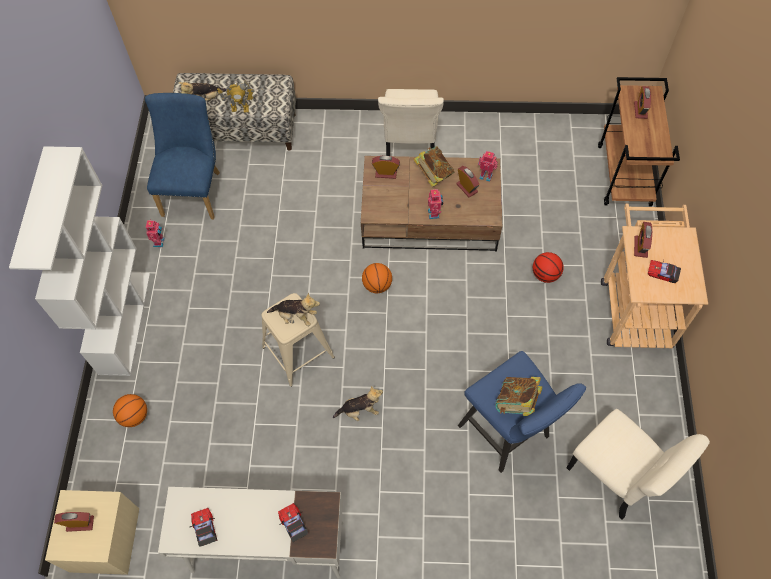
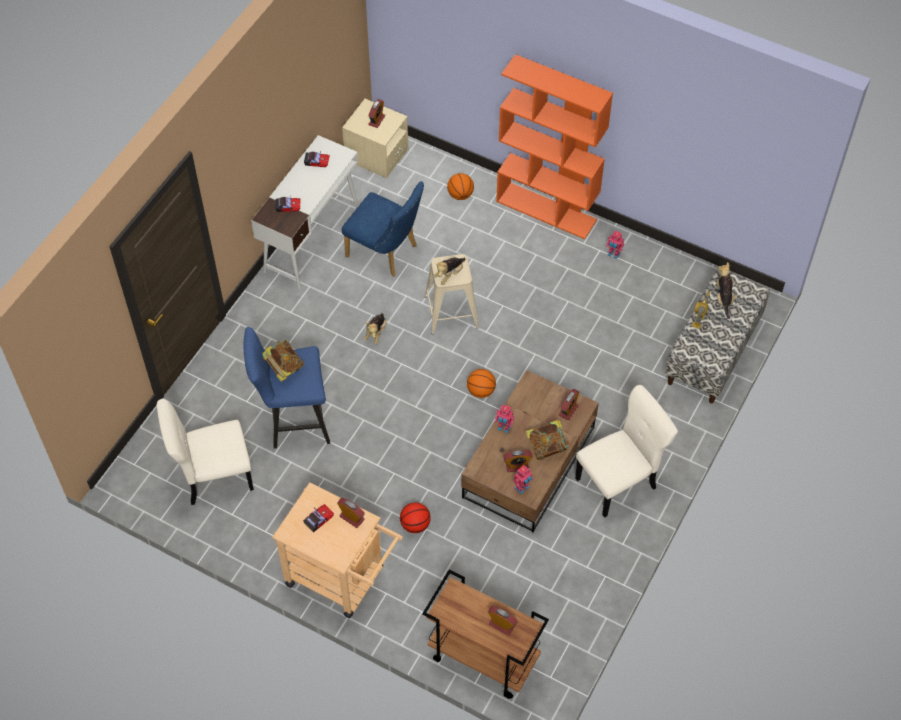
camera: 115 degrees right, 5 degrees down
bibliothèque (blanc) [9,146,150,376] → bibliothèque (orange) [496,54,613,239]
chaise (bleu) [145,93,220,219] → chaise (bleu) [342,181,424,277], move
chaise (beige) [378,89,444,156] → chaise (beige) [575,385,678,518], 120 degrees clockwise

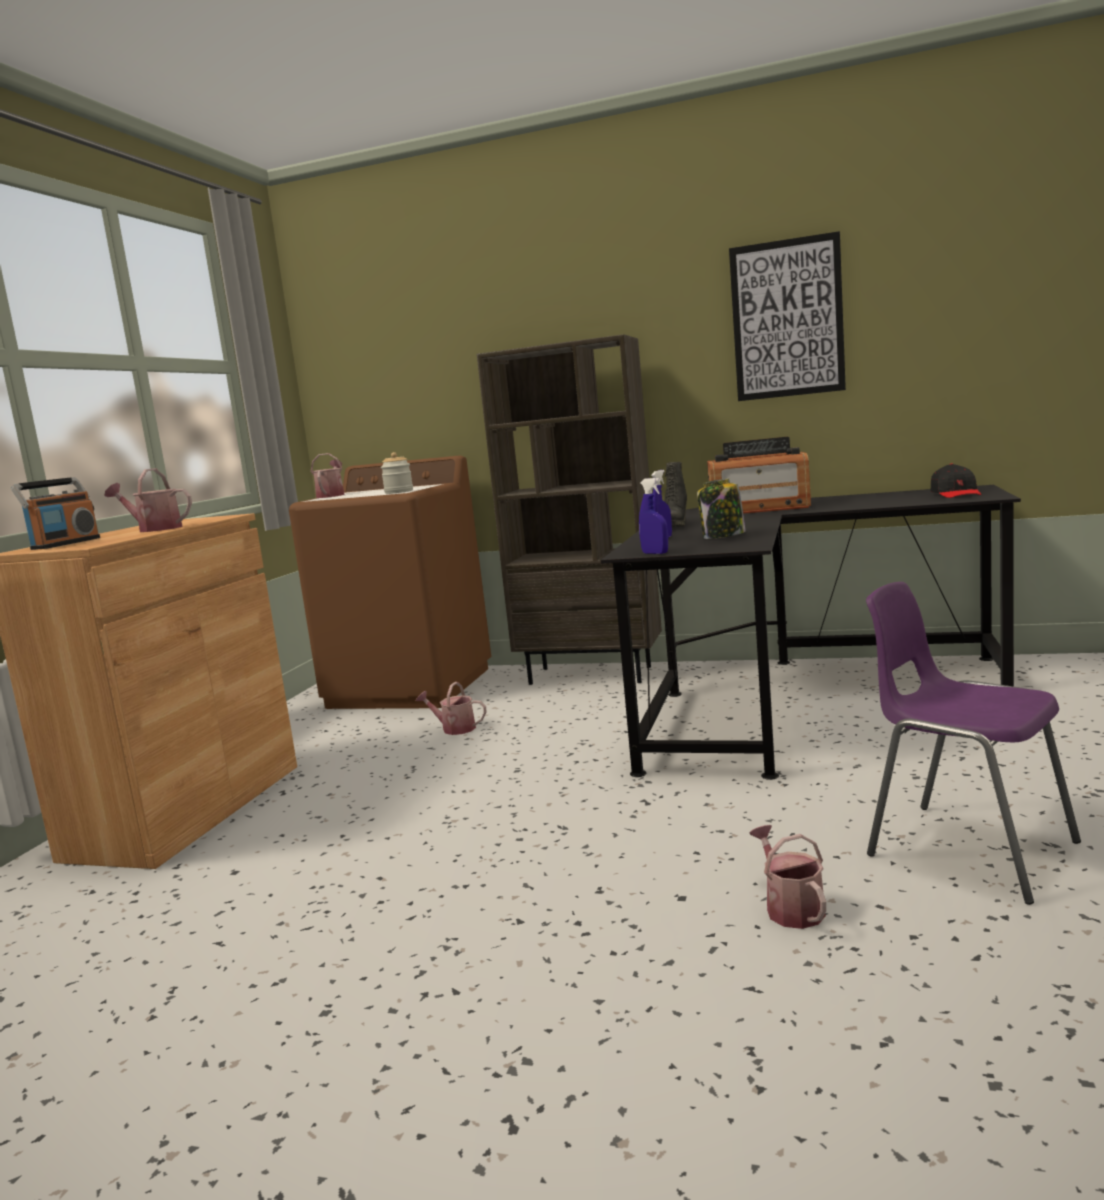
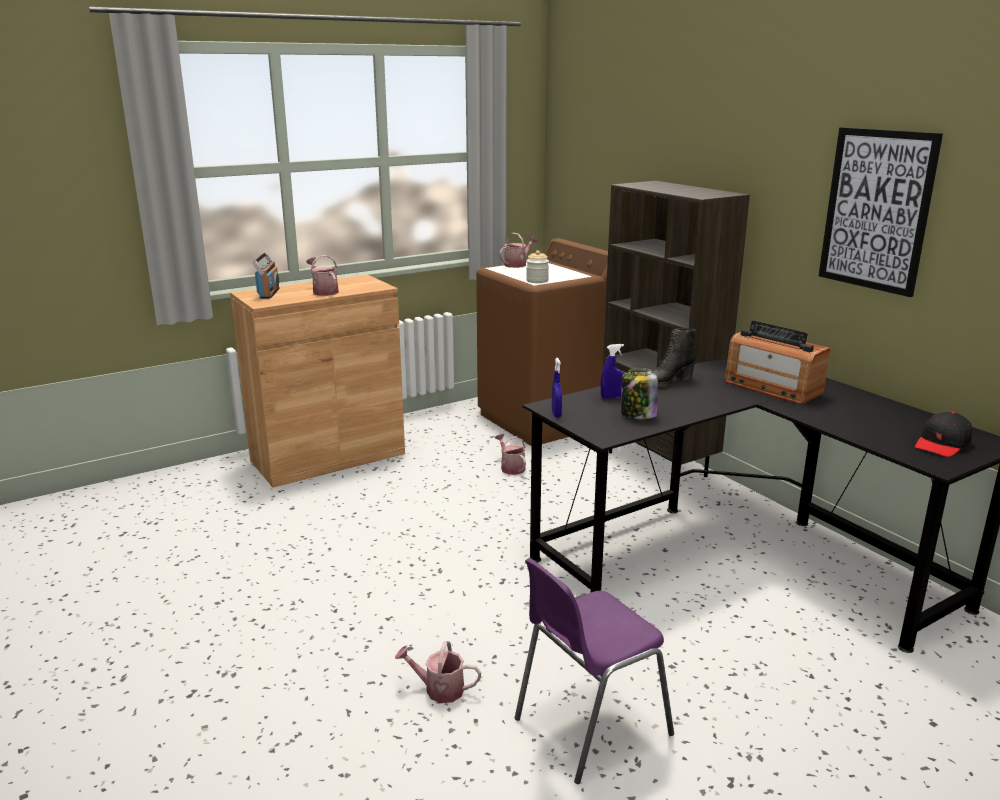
camera: 40 degrees right, 10 degrees up
radio [11,477,100,550] → radio [253,252,280,299], 60 degrees counterclockwise
arrosoir [749,825,826,929] → arrosoir [395,641,481,703], 105 degrees counterclockwise
chaise (violet) [866,582,1081,905] → chaise (violet) [515,558,674,784], 120 degrees counterclockwise

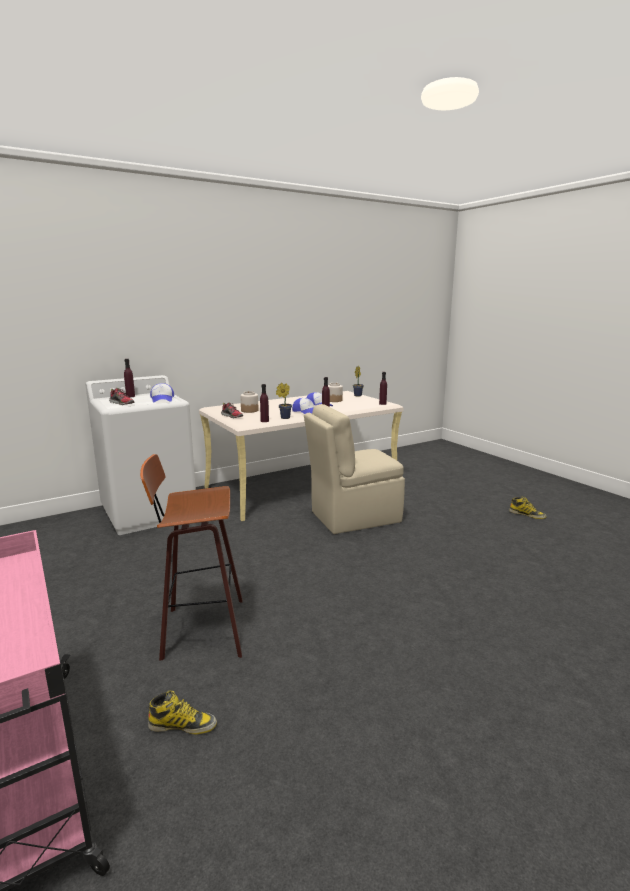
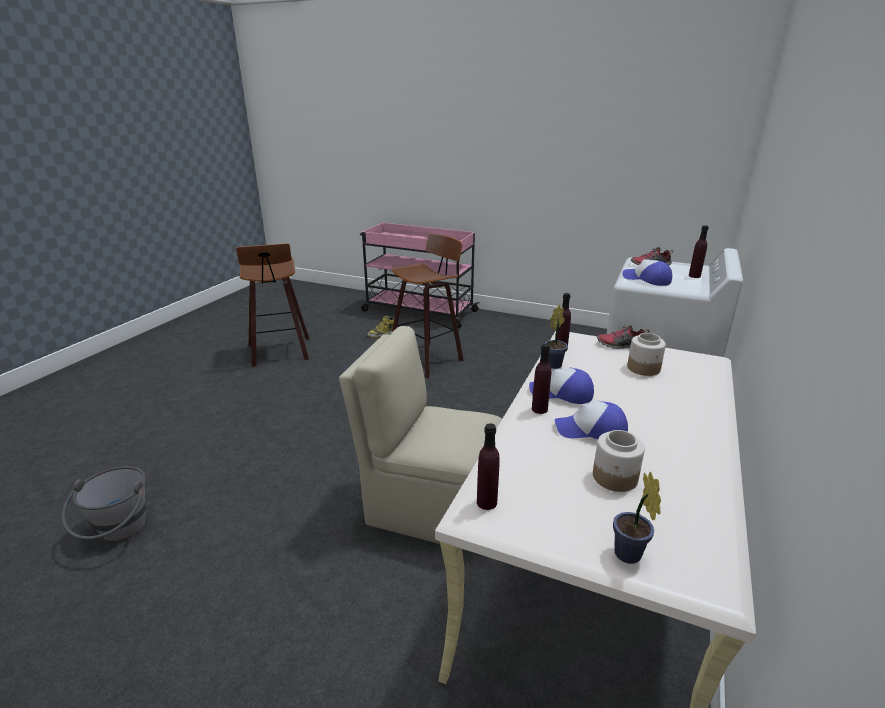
camera: 145 degrees right, 10 degrees up
chaise (beige) [304,404,405,534] → chaise (beige) [339,326,502,552], 105 degrees counterclockwise
botte [509,496,547,519] → -
- → seau (gris) [61,466,146,542]
- → tabouret [236,243,309,367]

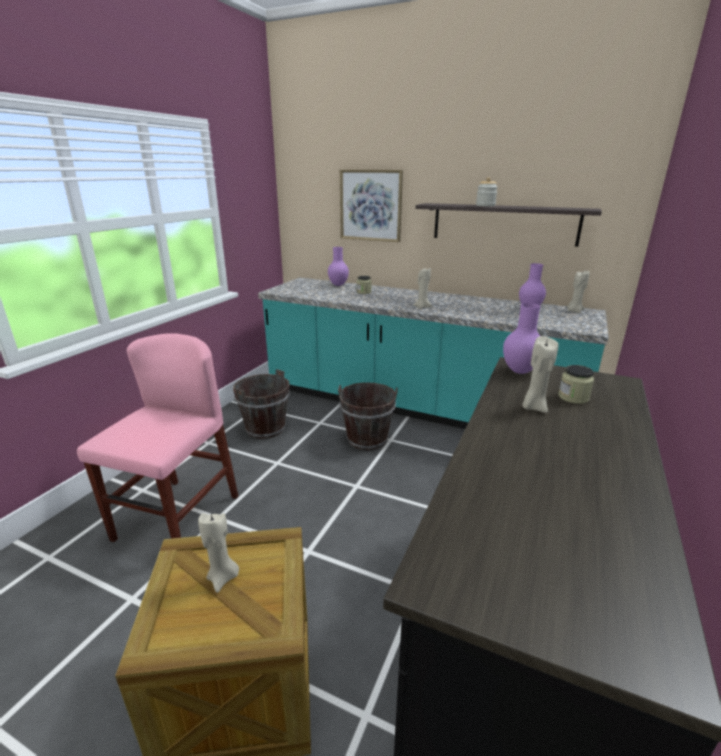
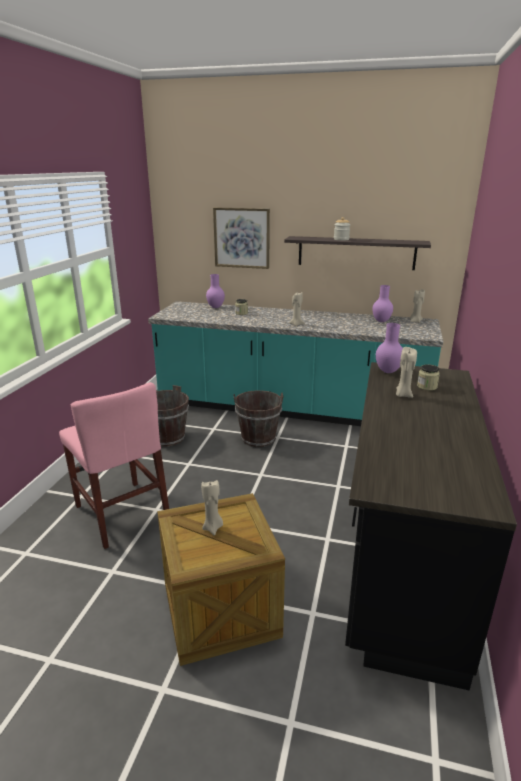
camera: 10 degrees left, 0 degrees up
chaise (rose) [77,333,238,542] → chaise (rose) [59,382,169,549], 135 degrees clockwise

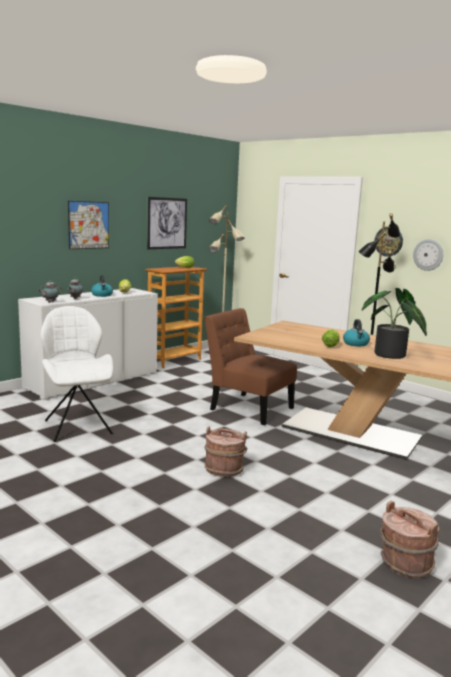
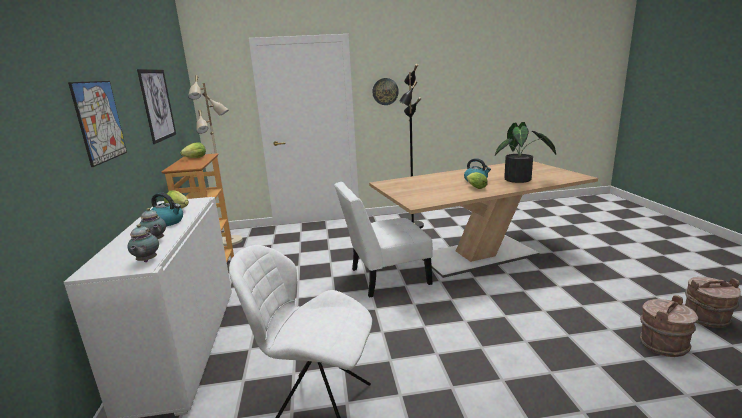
camera: 50 degrees left, 5 degrees up
chaise (marron) [204,308,297,425] → chaise (blanc) [334,182,433,298]
seau (marron) [204,426,247,477] → seau (marron) [640,295,698,357], move
horloge murale [413,239,443,271] → -

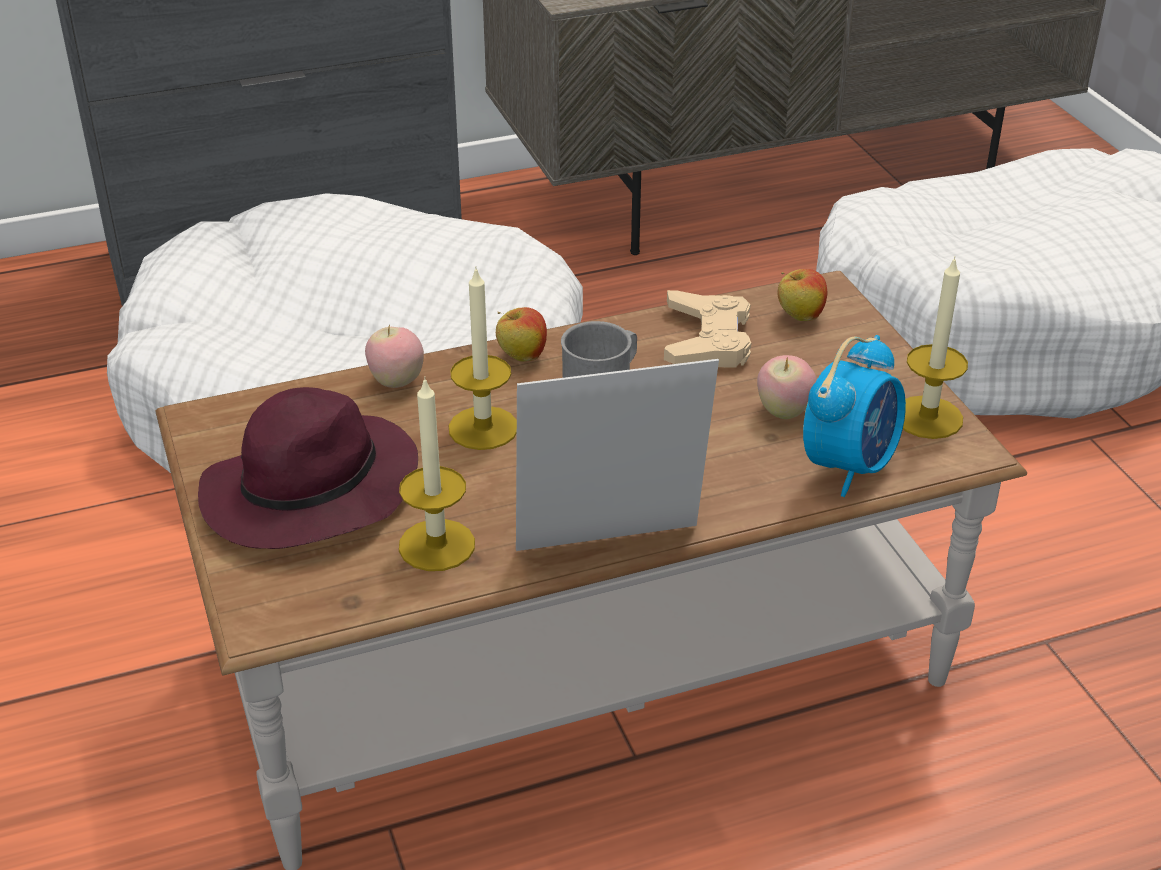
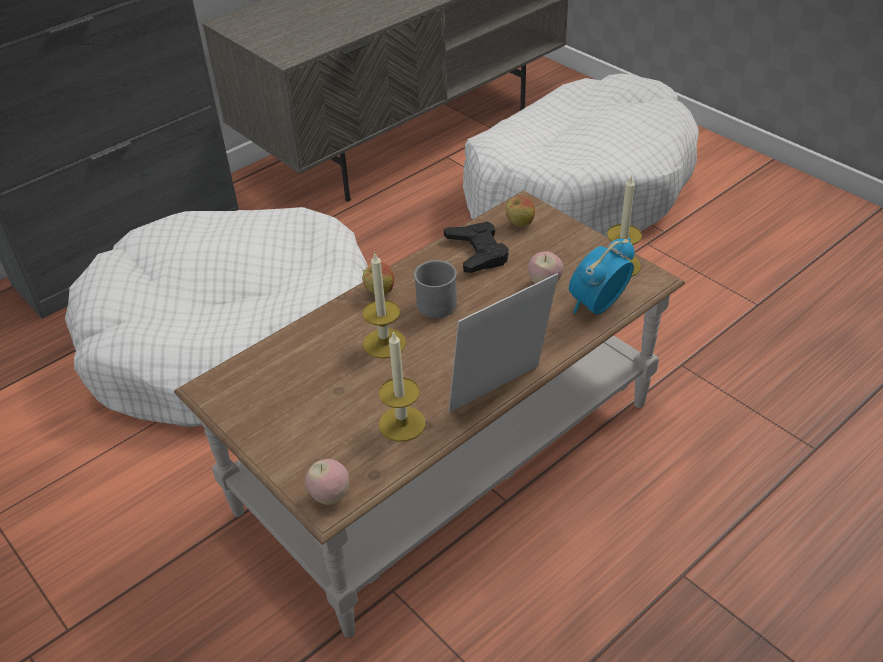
camera: 20 degrees left, 5 degrees up
chapeau (violet) [198,387,418,549] → -
pomme [365,325,424,388] → pomme [305,459,349,505], move
manette (beige) [664,290,751,368] → manette (noir) [444,222,509,273]
réveil [803,335,906,497] → réveil [569,238,635,315], 150 degrees counterclockwise

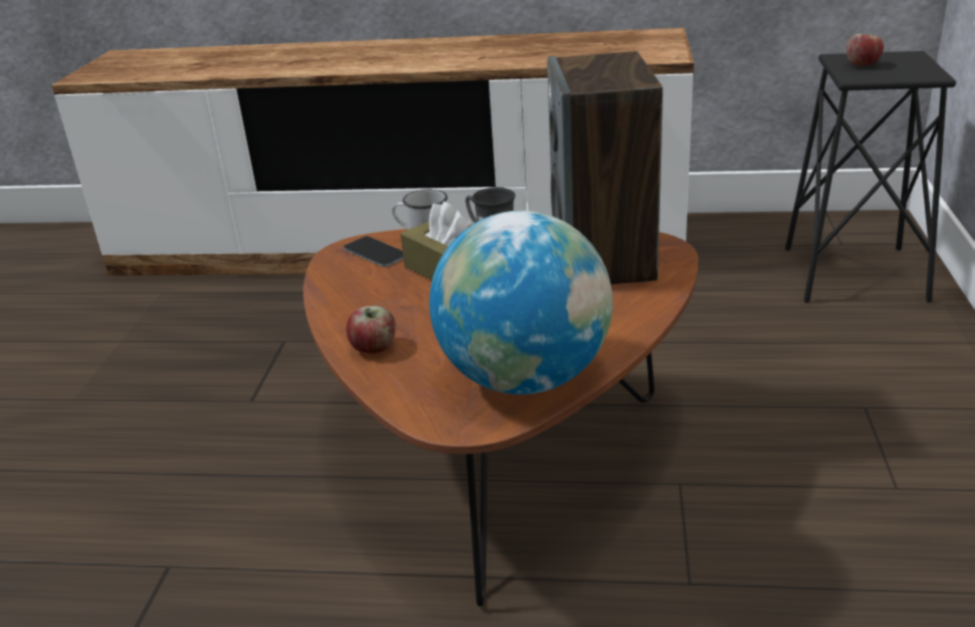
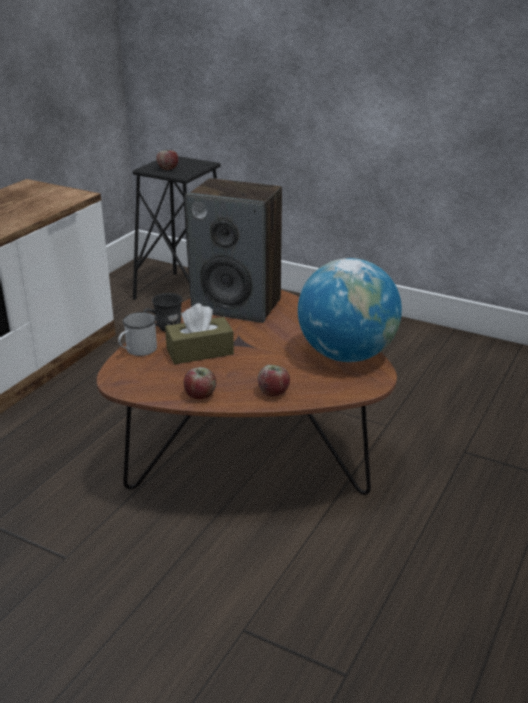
camera: 70 degrees left, 0 degrees up
téléphone [343,236,403,267] → -
- → pomme [184,367,216,399]

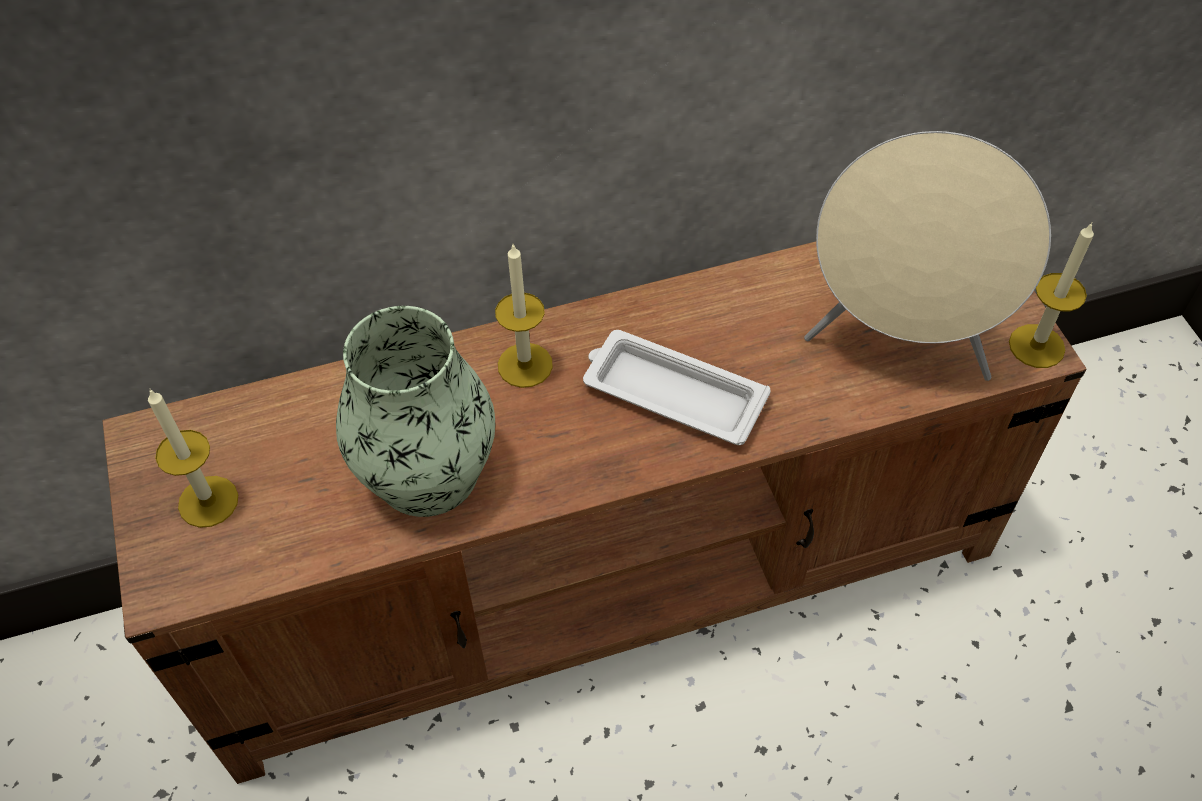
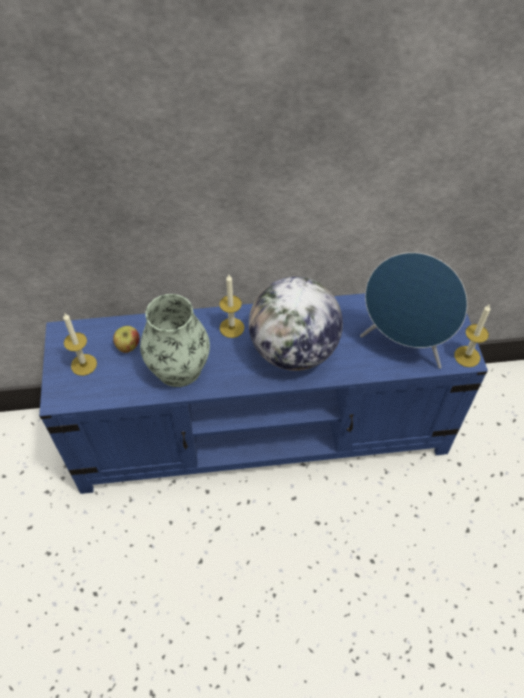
camera: 10 degrees right, 0 degrees up
meuble télé (marron) [103,241,1086,784] → meuble télé (bleu) [39,293,488,494]
plateau (blanc) [583,330,771,445] → globe [249,277,343,371]
enceinte (beige) [804,131,1051,381] → enceinte (bleu) [360,252,468,369]
- → pomme [113,326,140,353]

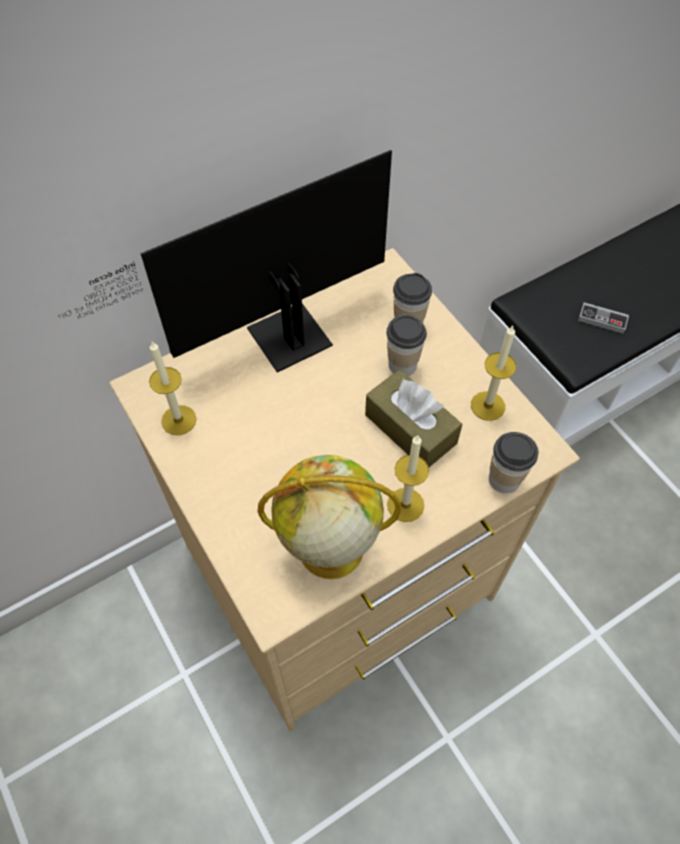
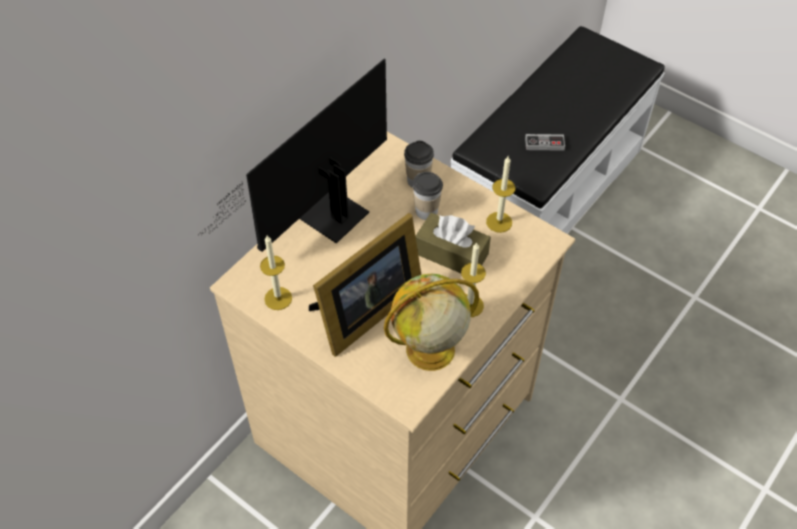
camera: 20 degrees left, 5 degrees down
tasse [489,432,538,493] → -
- → cadre photo [309,213,421,357]

